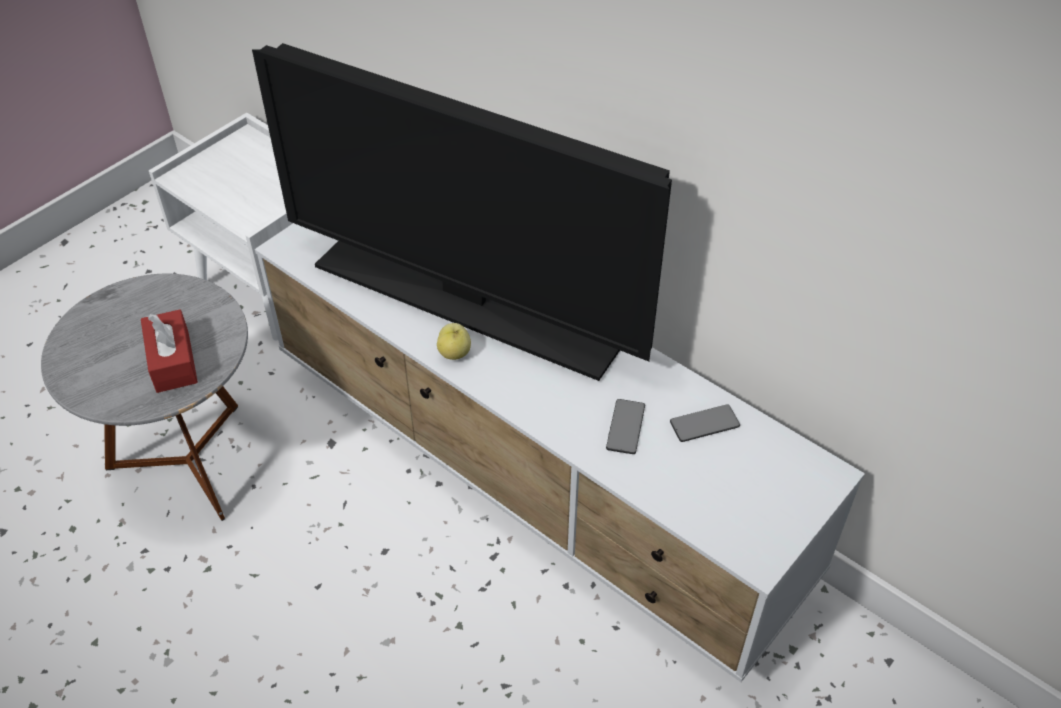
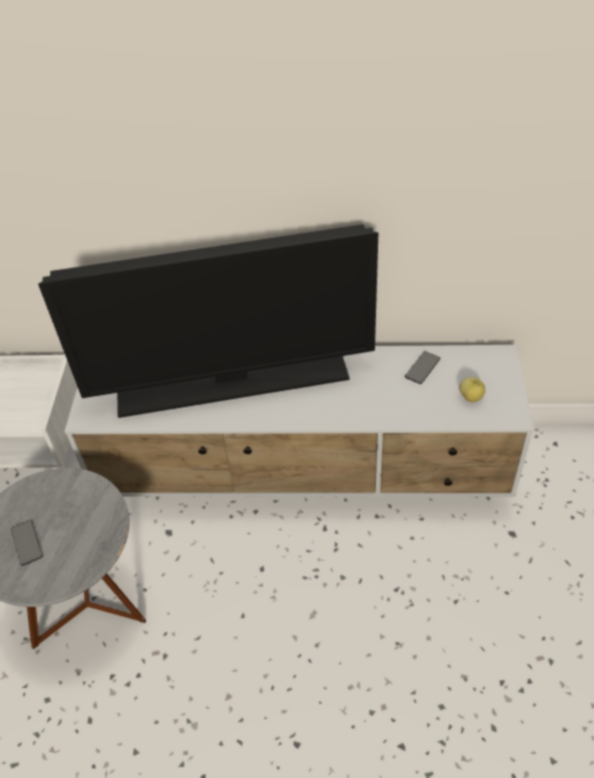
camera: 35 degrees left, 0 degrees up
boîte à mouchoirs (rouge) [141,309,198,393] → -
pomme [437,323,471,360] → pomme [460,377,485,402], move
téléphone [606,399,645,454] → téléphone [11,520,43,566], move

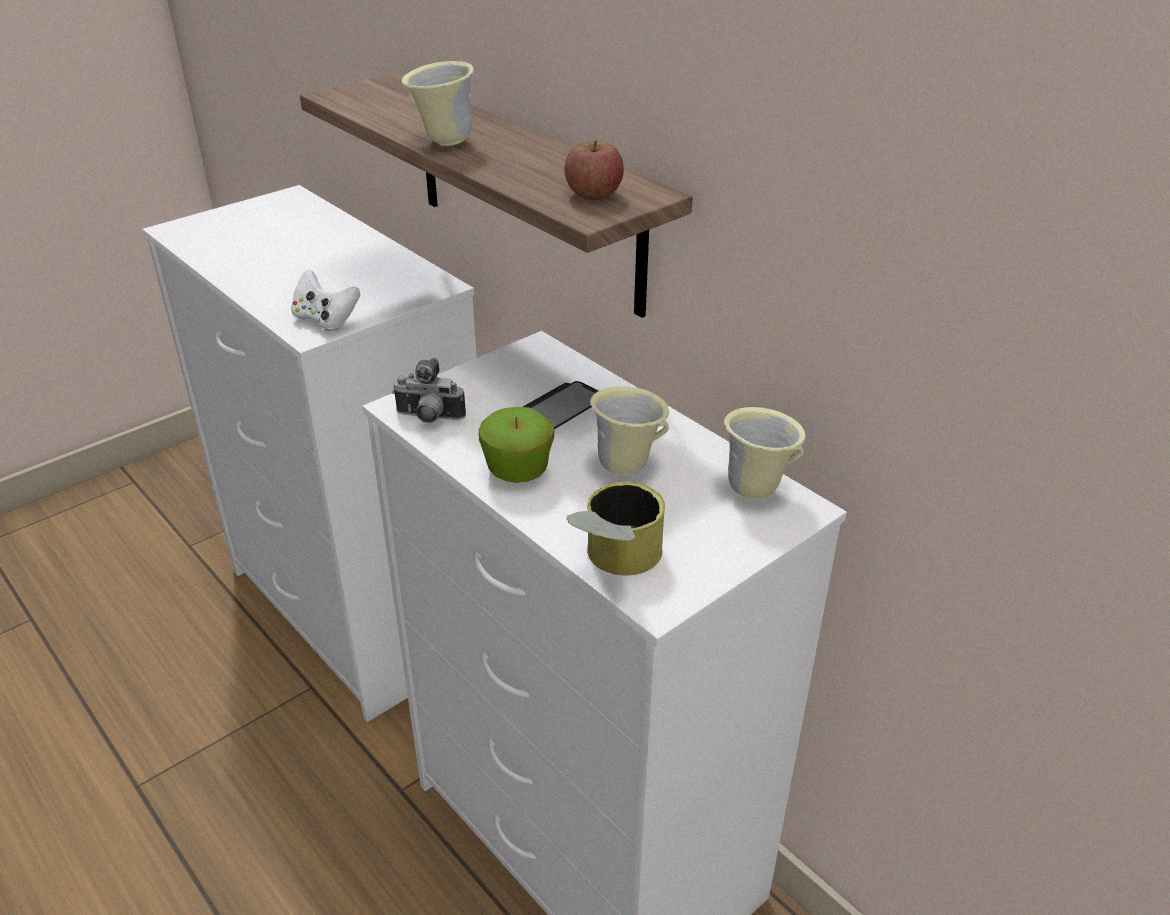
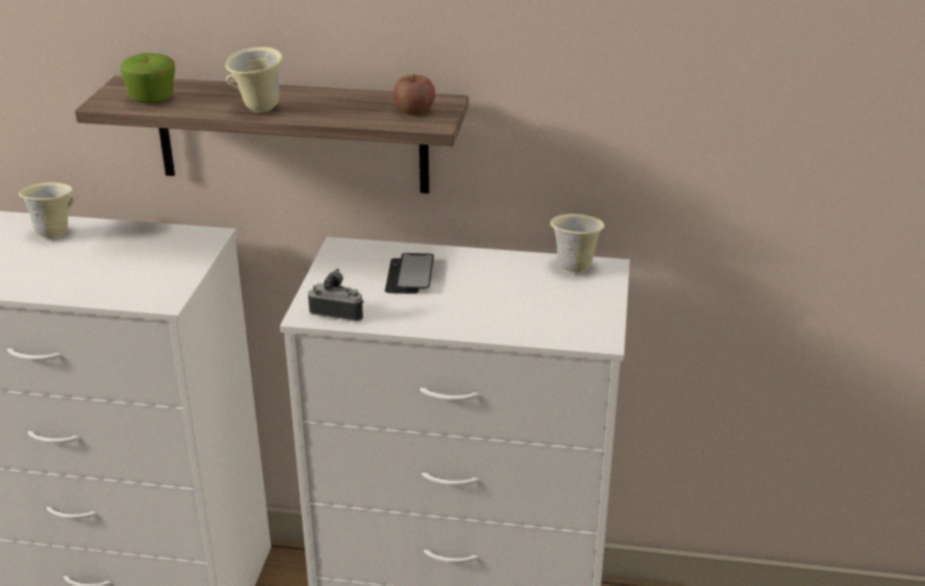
camera: 40 degrees left, 5 degrees down
manette (blanc) [291,269,360,331] → -
appareil photo [392,358,466,423] → appareil photo [308,268,364,321], 135 degrees counterclockwise
pomme [478,407,554,483] → pomme [120,53,175,104], move
boîte métallique [566,482,665,575] → -
mug (beige) [590,386,669,476] → mug (beige) [19,182,74,239], move

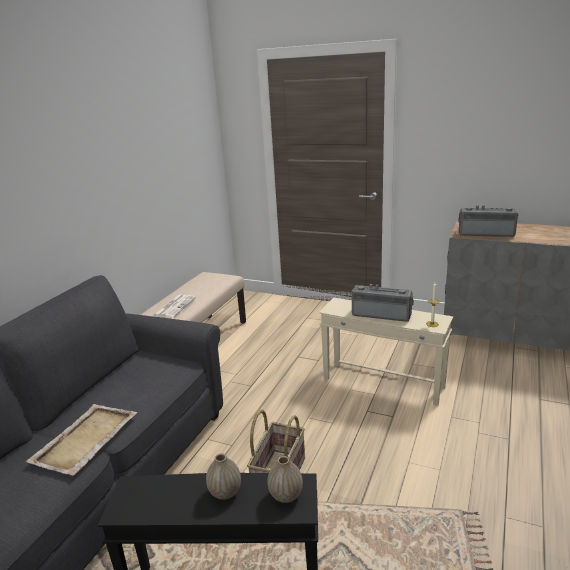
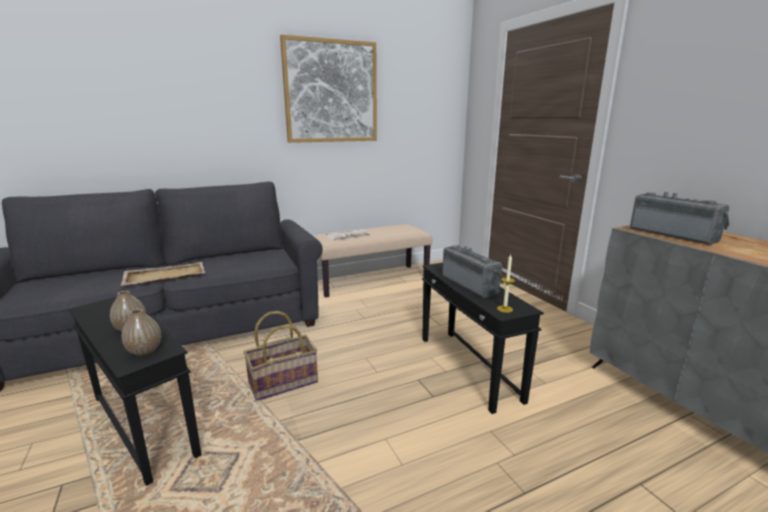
camera: 40 degrees right, 5 degrees down
table d'appoint (beige) [319,298,453,406] → table d'appoint (noir) [422,263,544,414]
- → tableau [280,35,377,143]

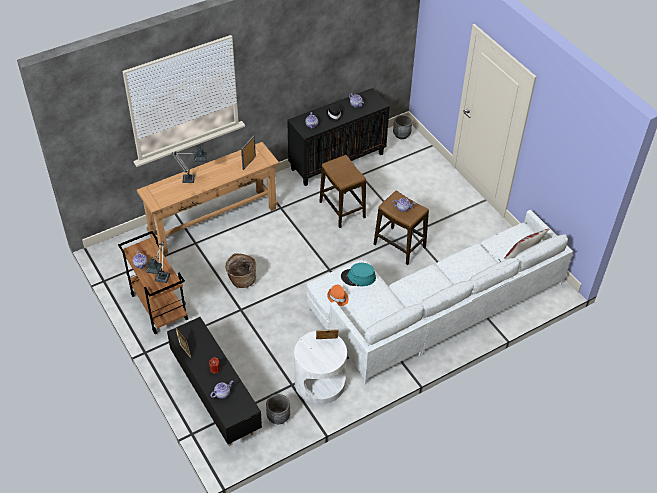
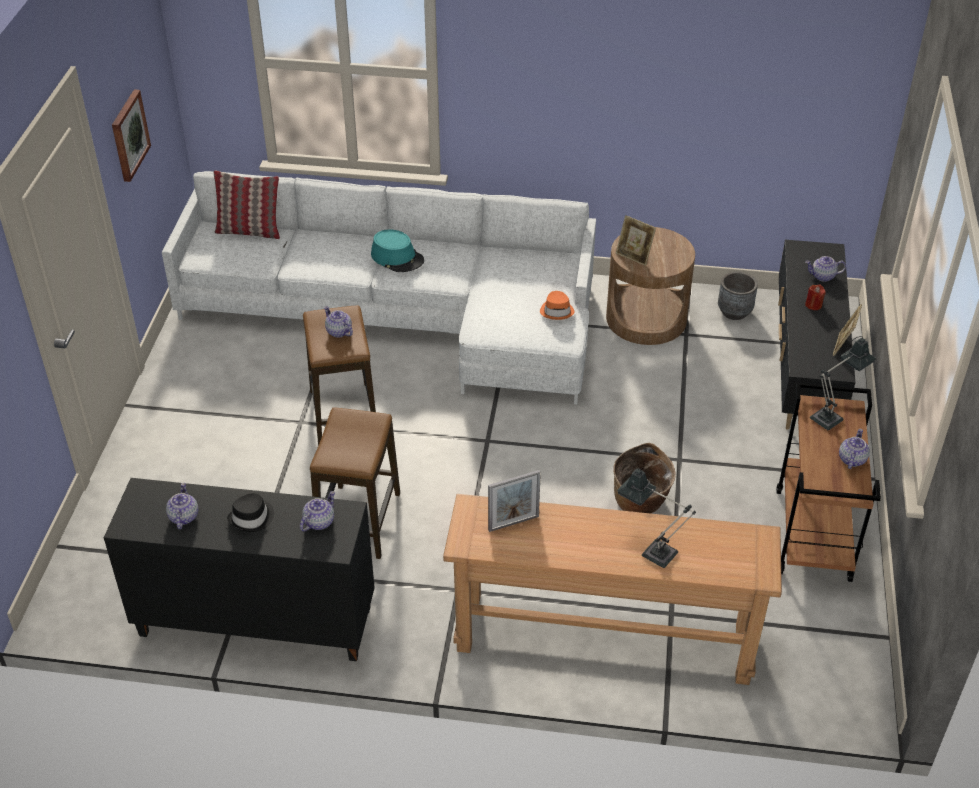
camera: 140 degrees left, 5 degrees down
table d'appoint (blanc) [294,331,347,404] → table d'appoint (marron) [606,227,695,345]
chapeau (turquoise) [341,263,376,286] → chapeau (turquoise) [371,230,424,272], move
cache-pot (gris) [393,115,412,139] → -
- → tableau [112,89,151,182]

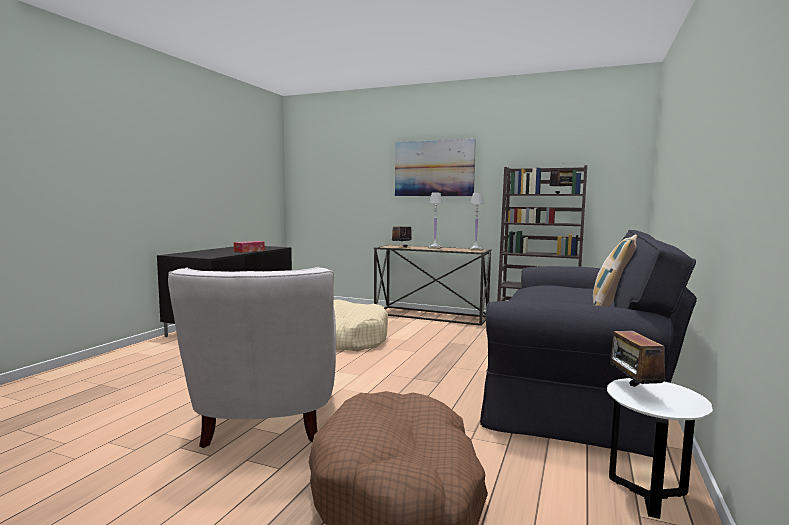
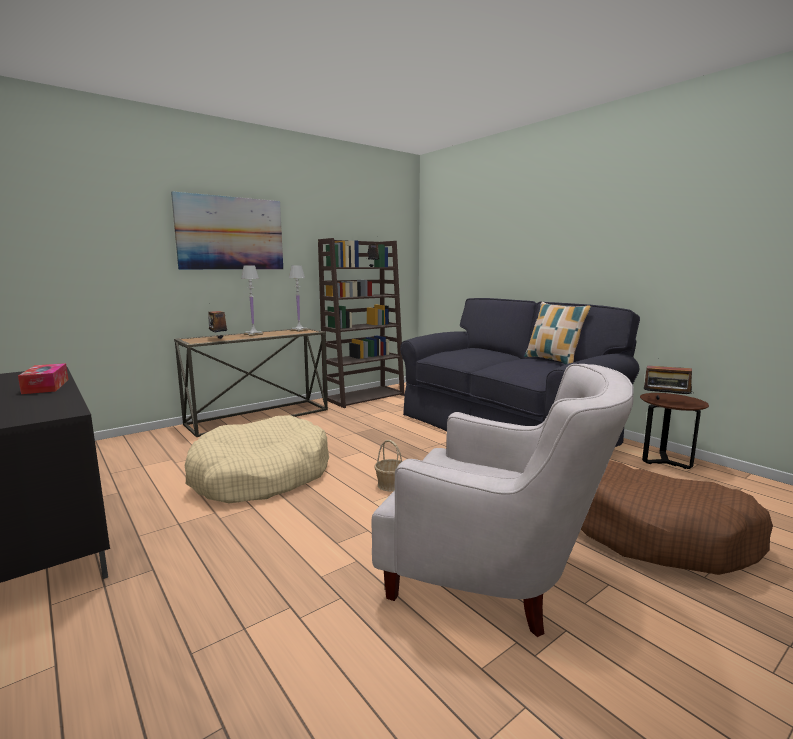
camera: 60 degrees left, 5 degrees up
table d'appoint (blanc) [607,378,713,519] → table d'appoint (marron) [640,393,709,469]
- → panier [374,440,402,491]

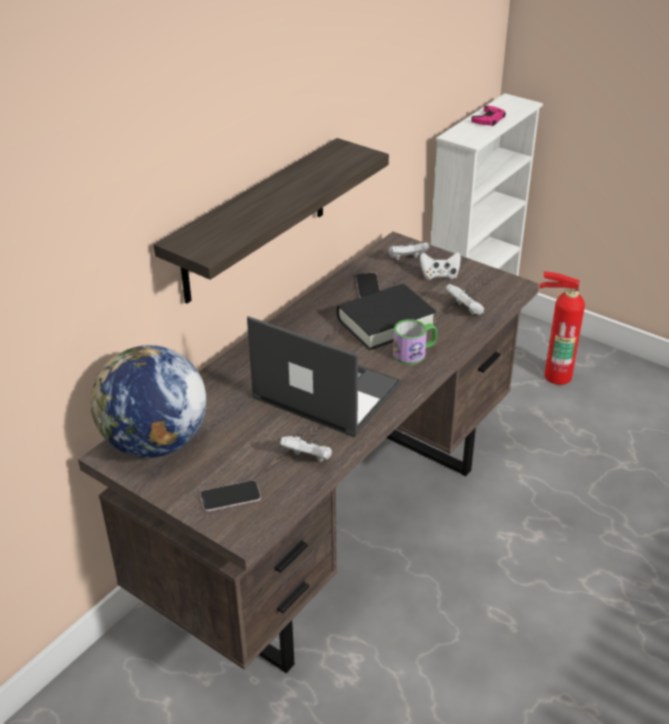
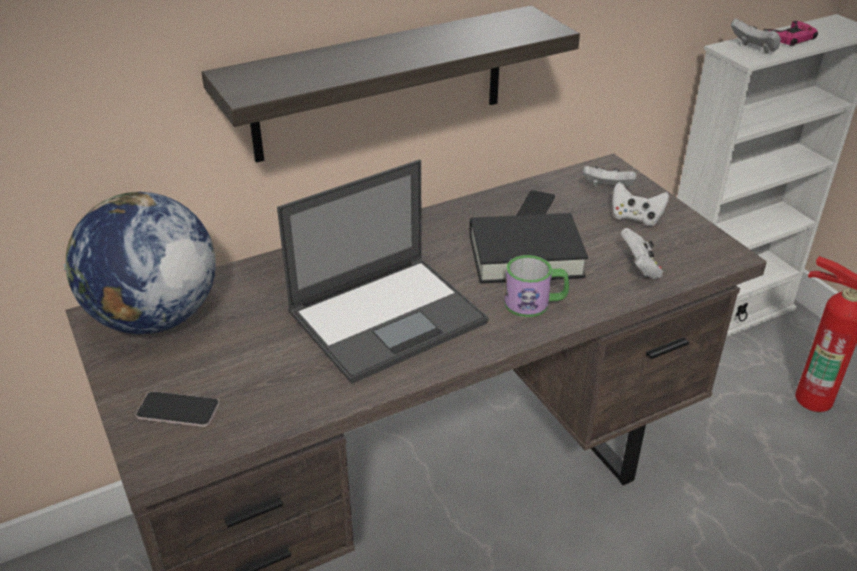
camera: 25 degrees right, 0 degrees up
ordinateur portable [247,316,402,438] → ordinateur portable [277,160,489,384], 90 degrees clockwise
manette (blanc) [280,434,332,462] → manette (blanc) [731,18,781,53], move

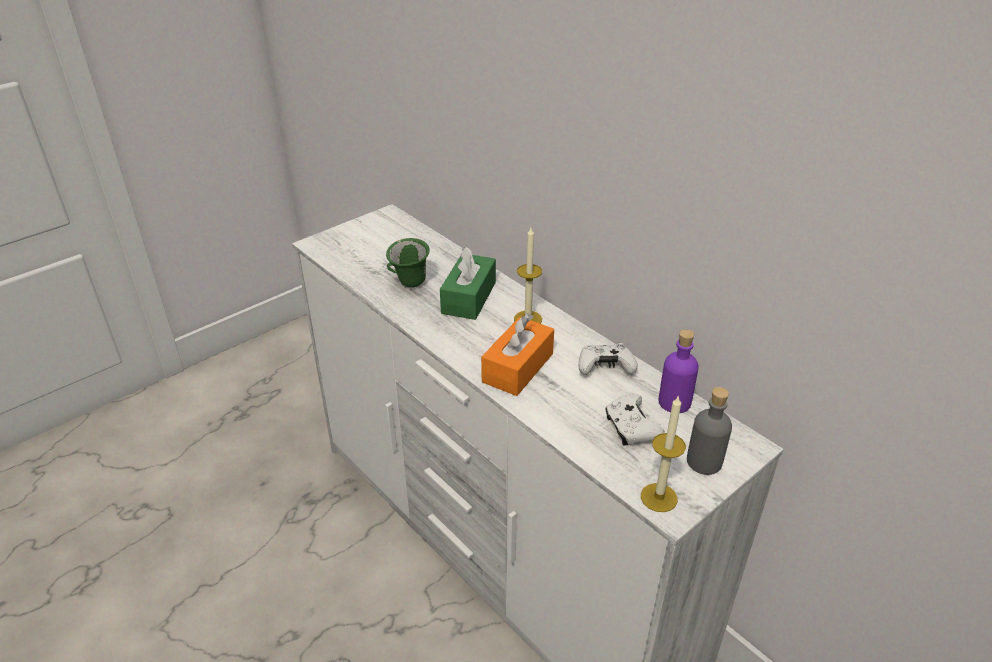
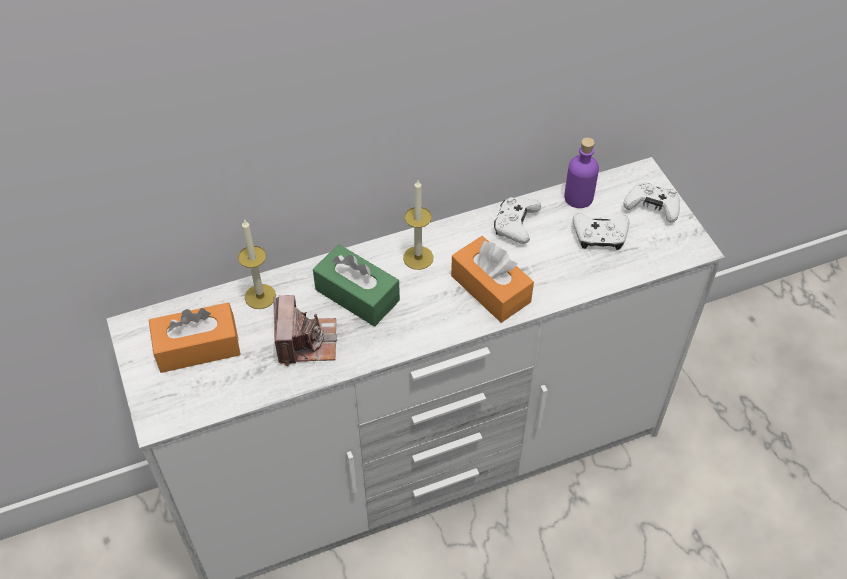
camera: 70 degrees left, 15 degrees up
mug (vert) [386,238,430,288] → appareil photo [273,295,337,366]
bougie [641,395,686,512] → bougie [238,219,276,309], move
bouteille (gris) [687,387,732,475] → manette (blanc) [624,182,680,223]
- → boîte à mouchoirs (orange) [149,302,241,373]

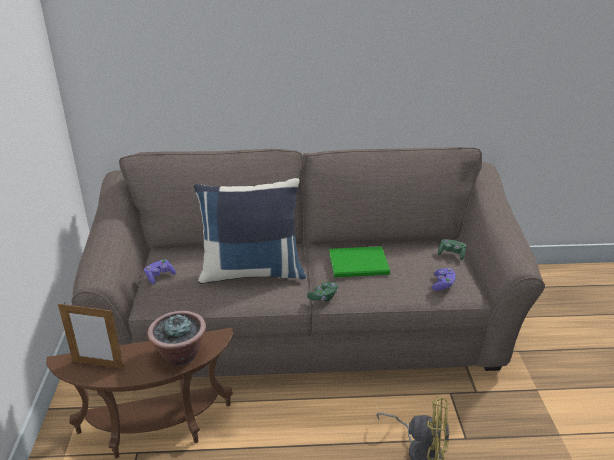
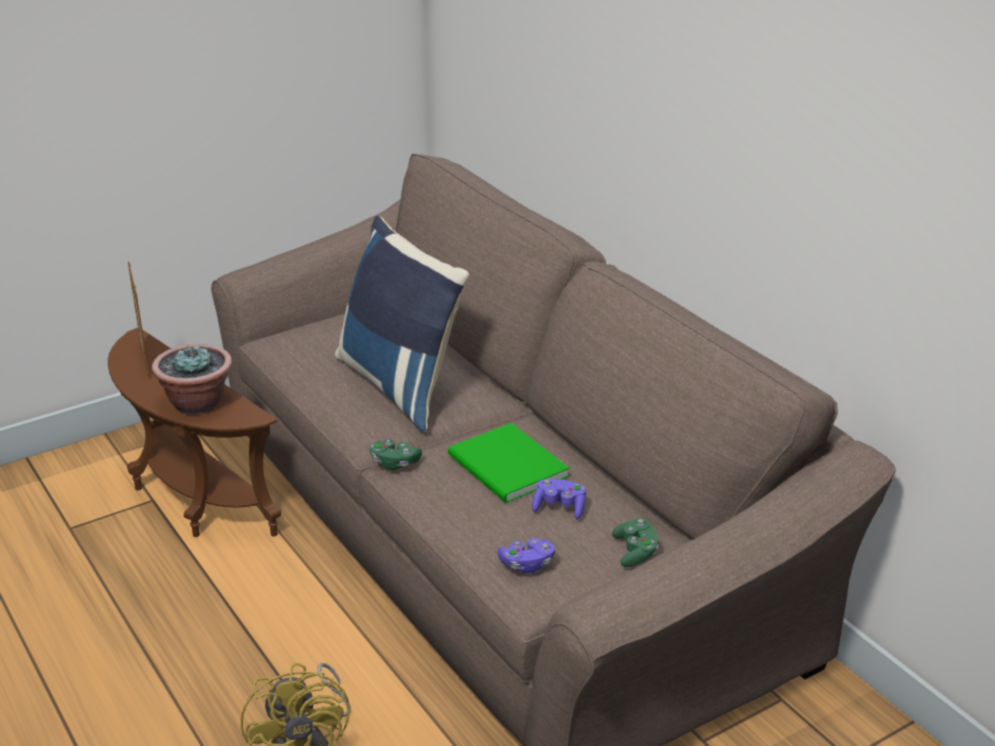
camera: 60 degrees right, 0 degrees up
manette (violet) [144,259,176,284] → manette (violet) [532,479,586,520], move

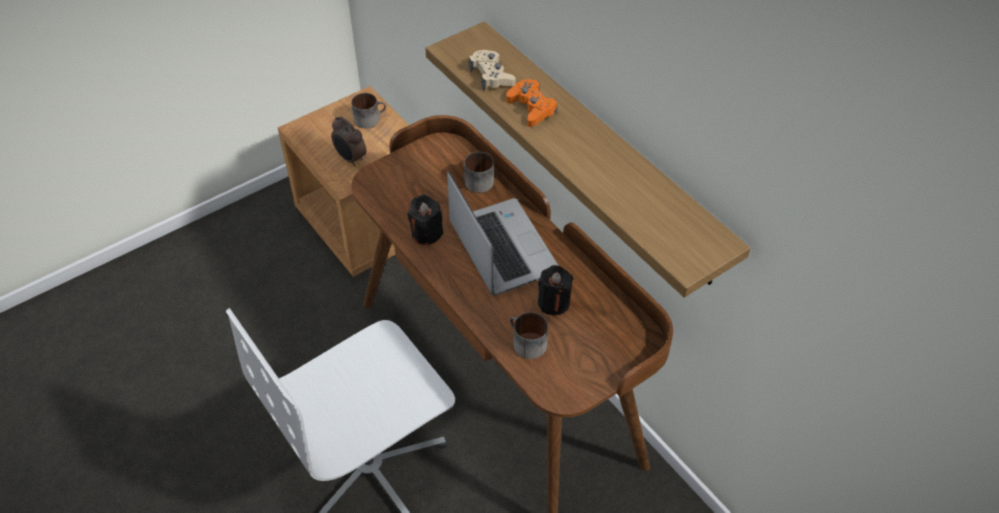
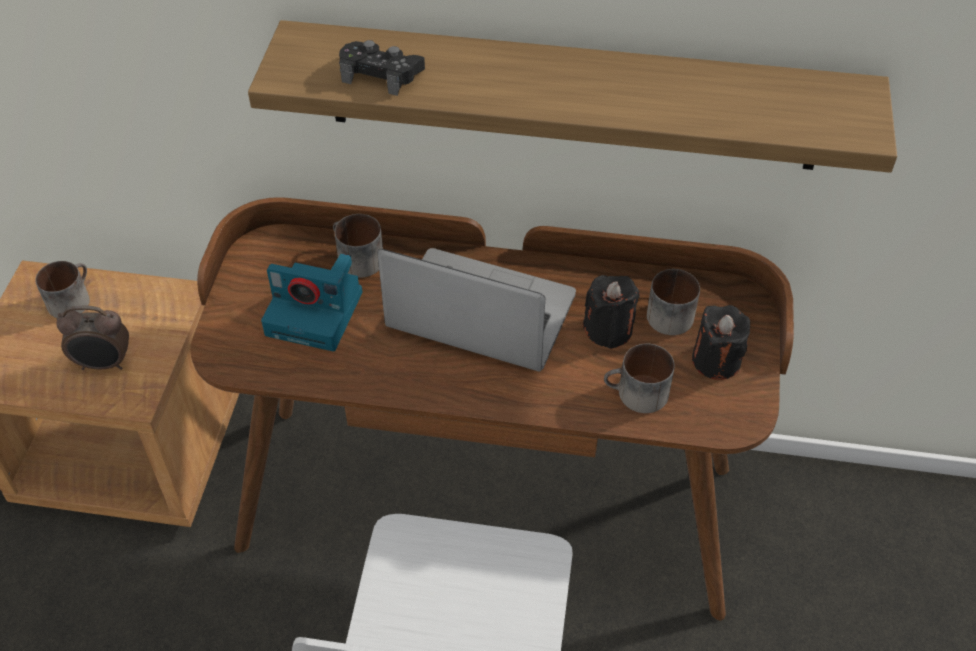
camera: 45 degrees left, 0 degrees up
bougie (noir) [408,195,443,245] → bougie (noir) [692,305,750,380], move
manette (beige) [469,50,516,90] → manette (noir) [339,40,425,96]
manette (orange) [506,79,558,127] → -
- → appareil photo [261,254,362,351]
- → mug [647,269,700,335]

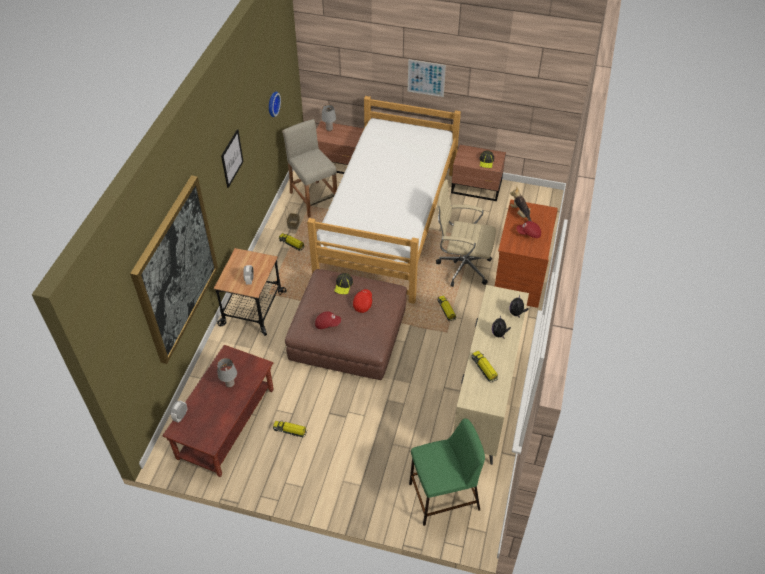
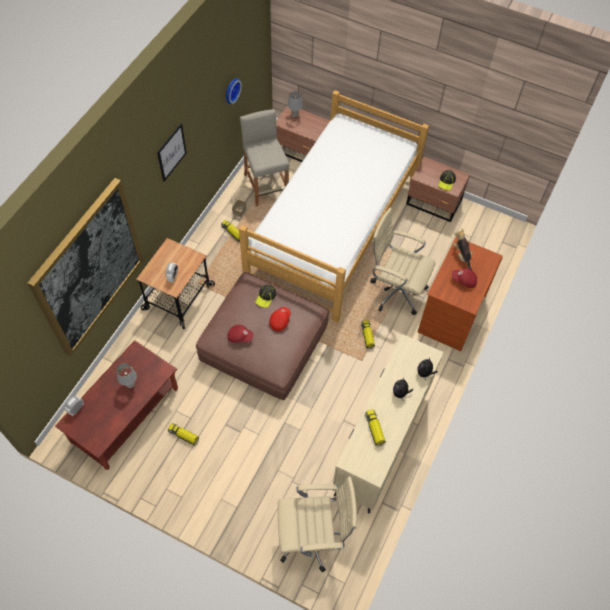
camera: 10 degrees right, 10 degrees up
tableau [408,59,446,97] → -
tabouret (vert) [409,418,485,526] → chaise de bureau (beige) [278,476,357,572]

